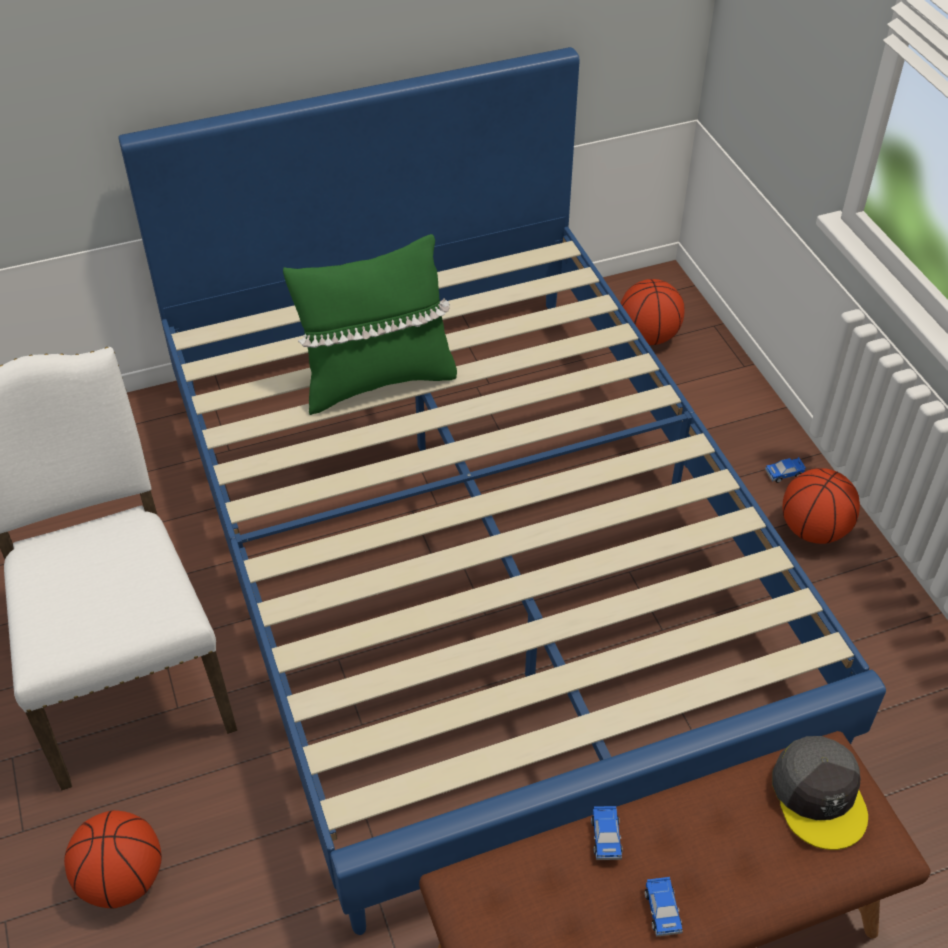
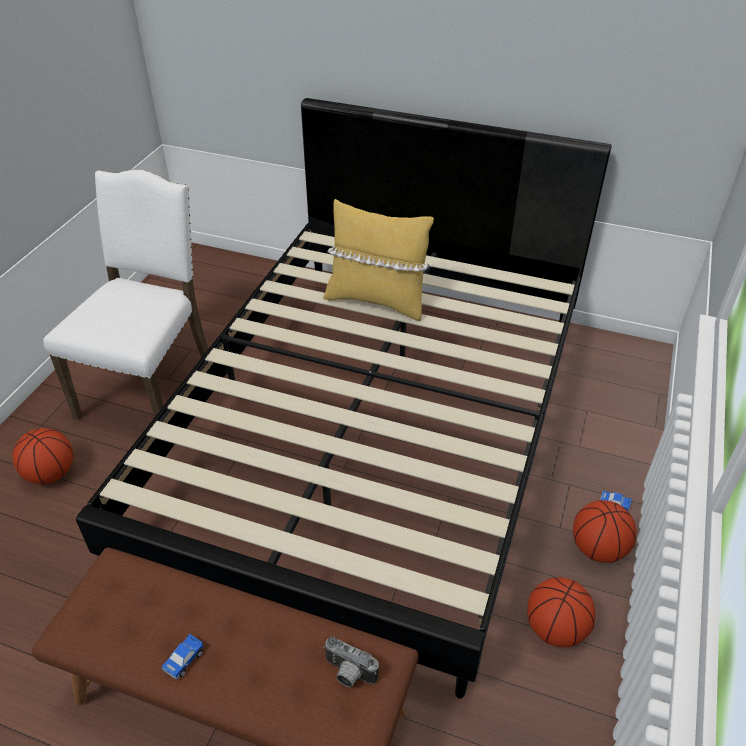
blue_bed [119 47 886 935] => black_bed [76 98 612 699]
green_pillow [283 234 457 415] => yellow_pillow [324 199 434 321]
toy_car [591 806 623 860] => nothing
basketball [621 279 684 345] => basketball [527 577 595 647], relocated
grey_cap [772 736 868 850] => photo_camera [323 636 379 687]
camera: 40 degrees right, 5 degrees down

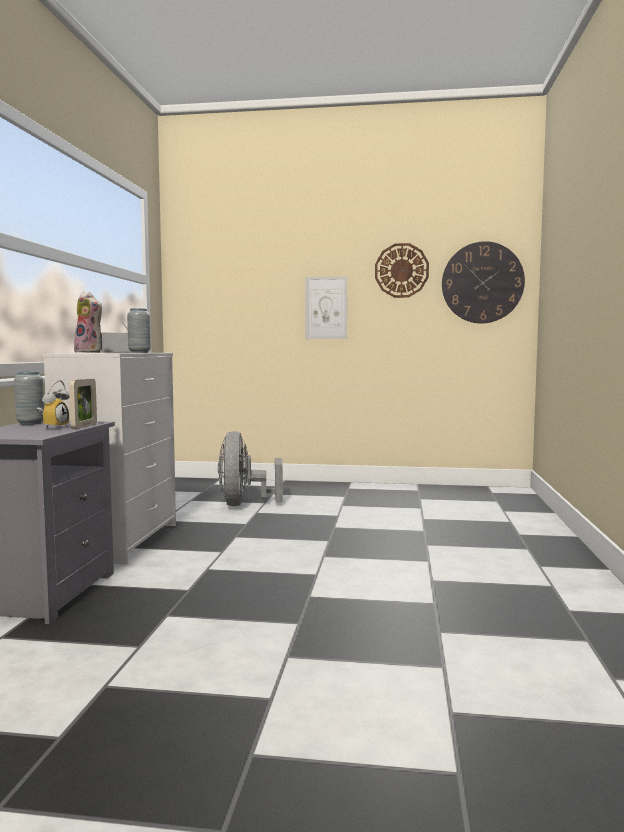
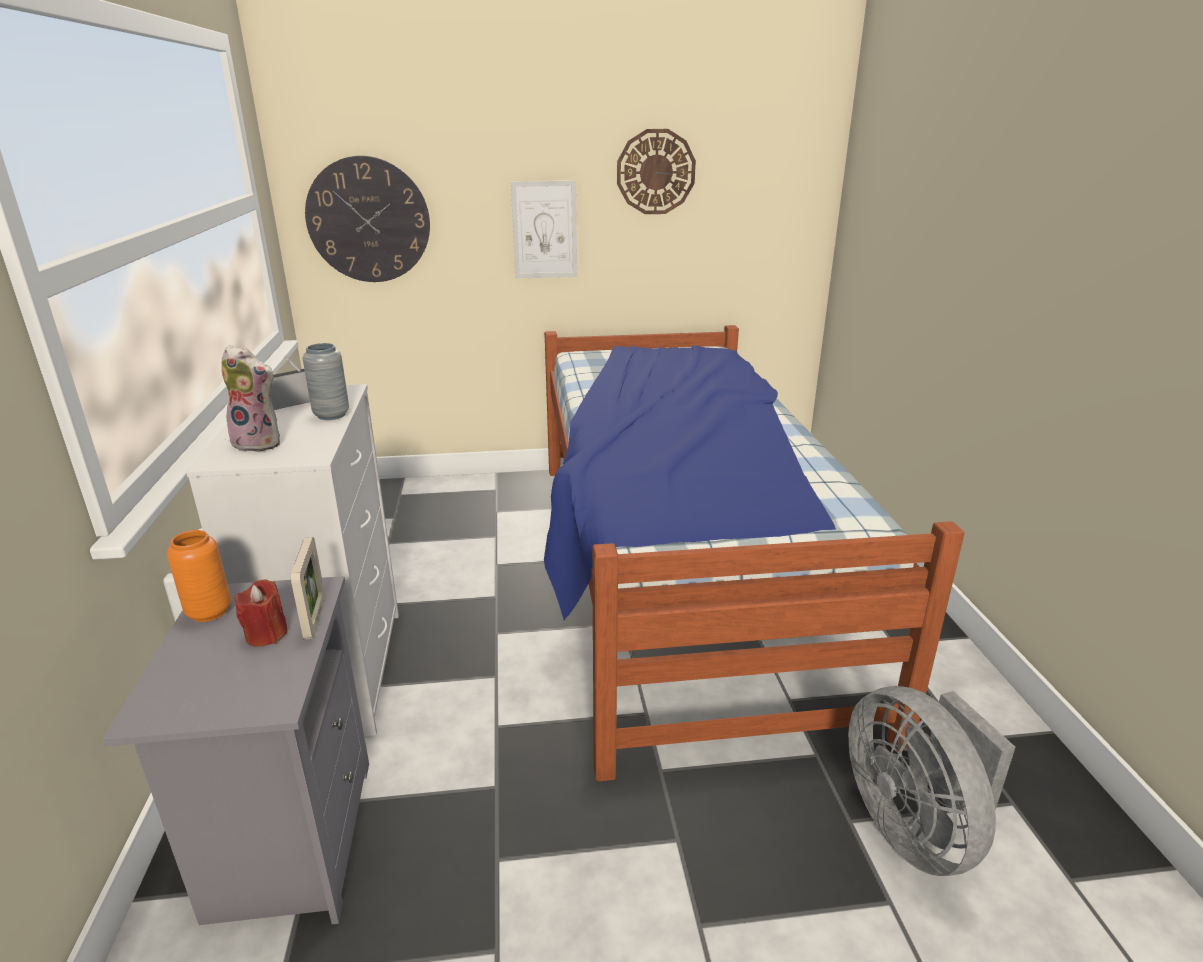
grey_vase [14 371 44 425] => orange_vase [167 530 231 622]
alarm_clock [37 380 69 429] => red_candle [235 579 288 647]
grey_fan [218 431 283 506] => grey_fan [848 686 1015 876], relocated
wall_clock [442 241 525 323] => wall_clock [305 156 430 282], relocated
nothing => bed [544 325 965 782]
camera: 15 degrees left, 20 degrees up

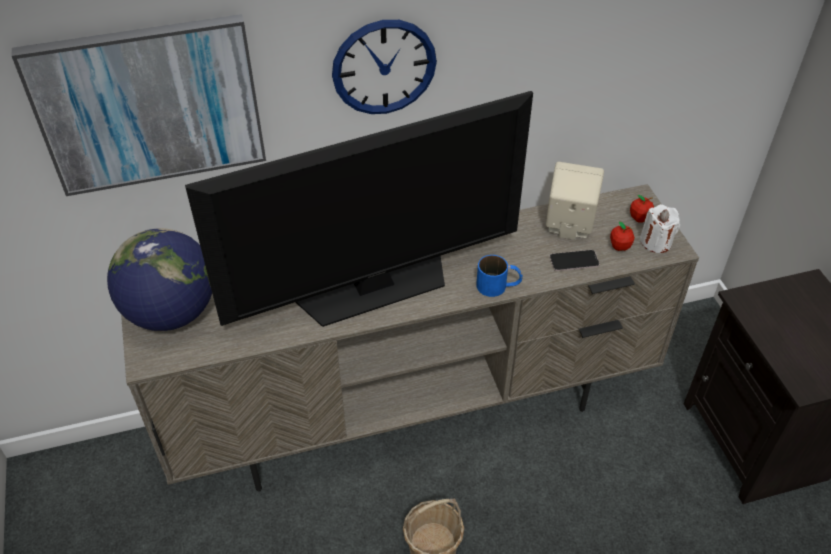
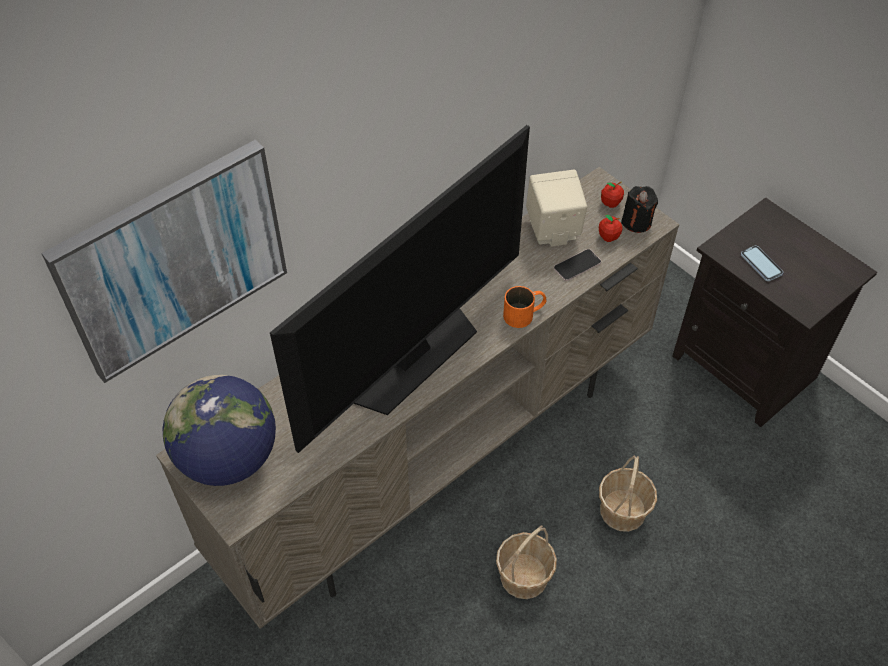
wall_clock [332 20 437 114] => nothing
blue_mug [476 255 523 297] => orange_mug [503 286 547 328]
white_candle [640 204 680 253] => black_candle [621 186 658 233]
nothing => basket [599 456 657 532]
nothing => phone [741 246 783 281]
camera: 25 degrees left, 5 degrees up

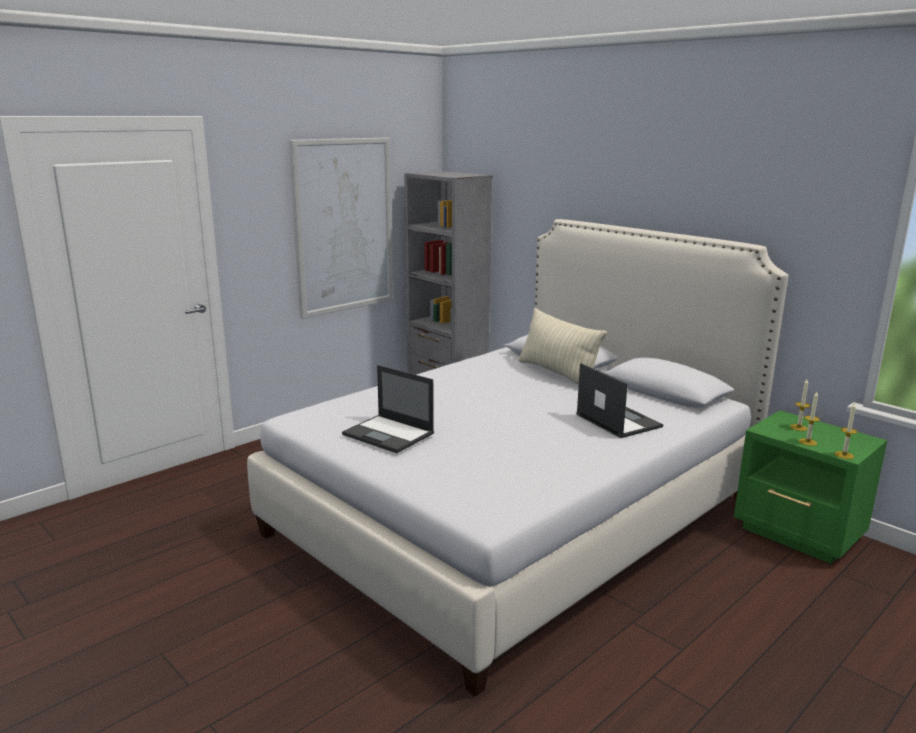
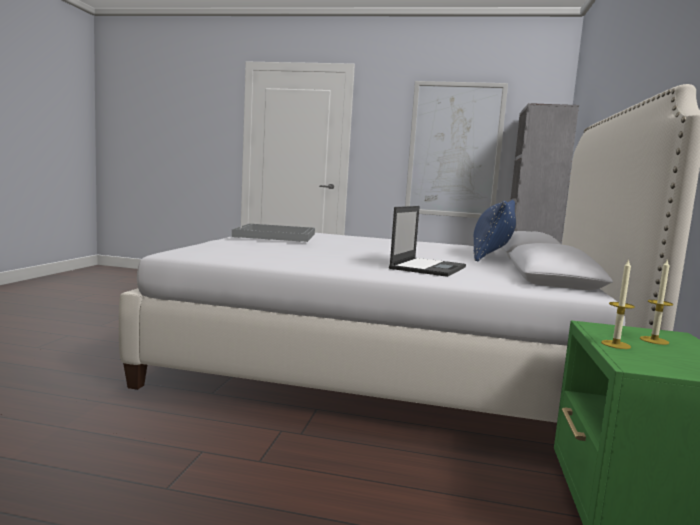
laptop [342 365 434 453] => grey_tray [232 224 315 242]
beige_pillow [518 308 607 385] => blue_pillow [474 200 516 261]
candle [835 403 857 459] => nothing
camera: 55 degrees right, 10 degrees down

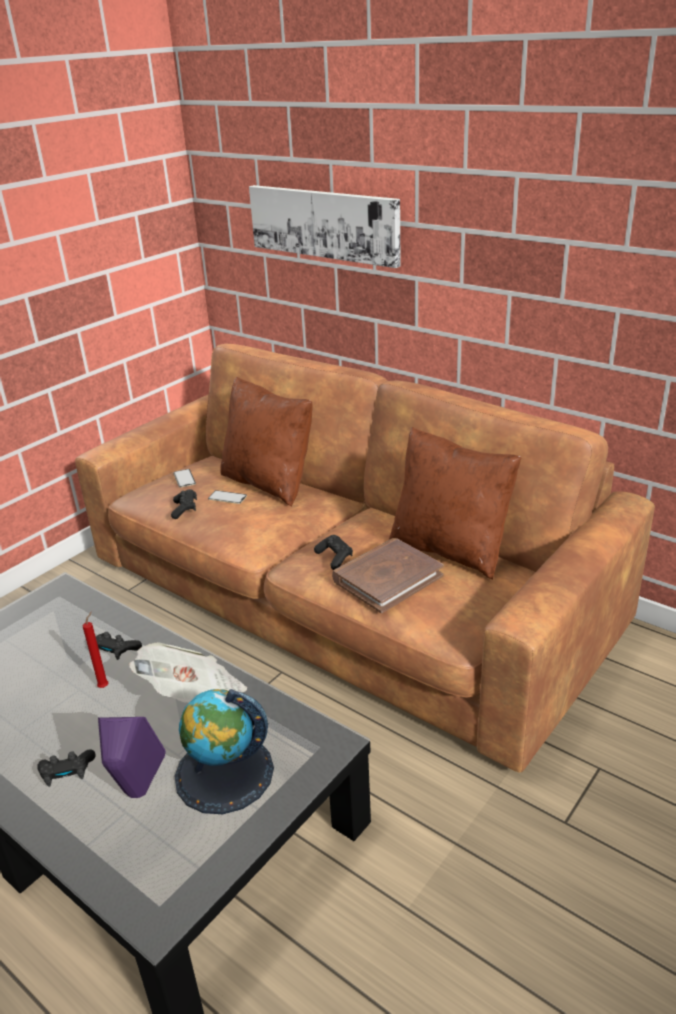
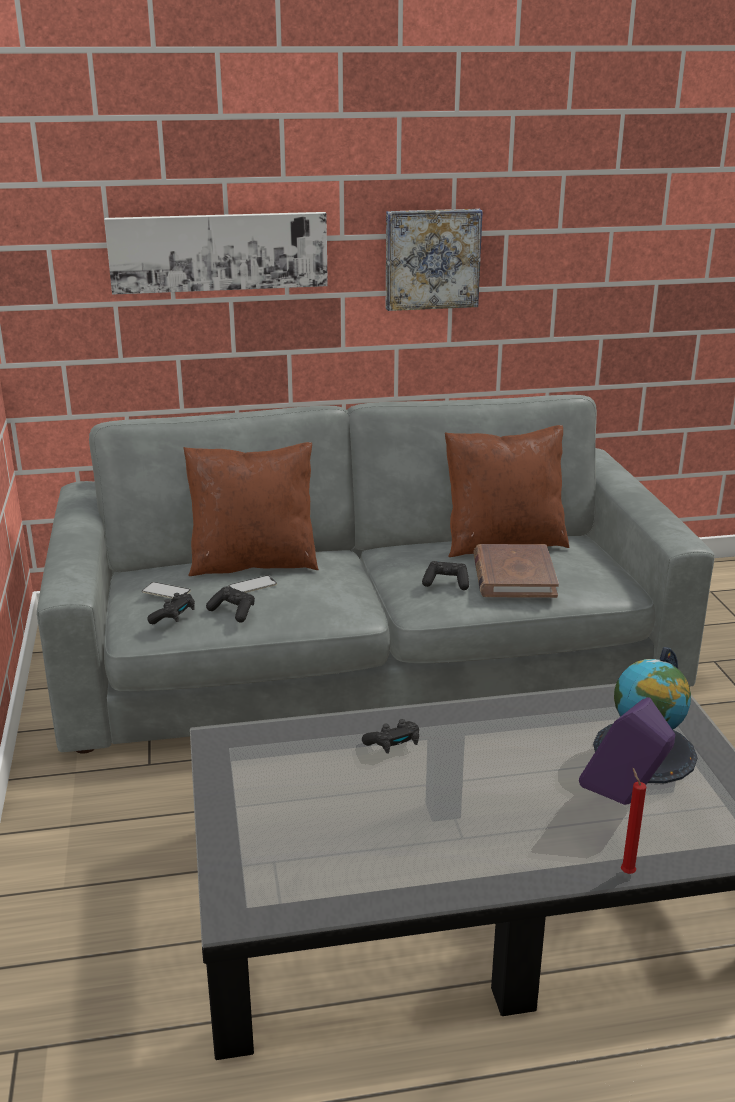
black_game_controller [37 749 96 787] => black_game_controller [147 593 195 624], relocated
brown_sofa [75 344 655 773] => grey_sofa [37 395 715 754]
red_candle [83 612 108 688] => red_candle [621 768 646 874], relocated
newspaper [128 642 247 703] => nothing
nothing => picture [386 209 483 311]
camera: 50 degrees left, 5 degrees down

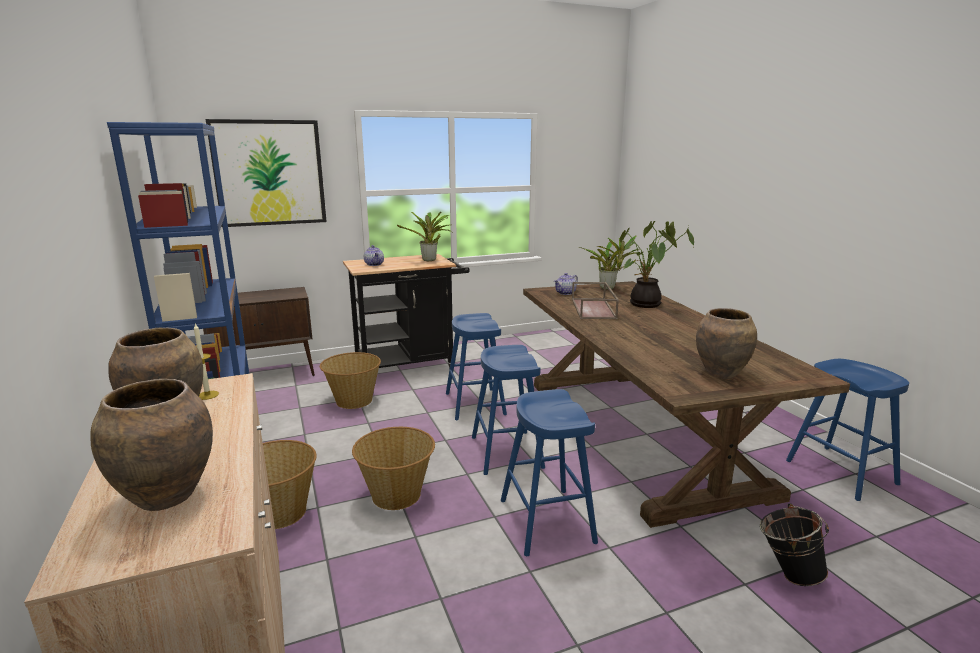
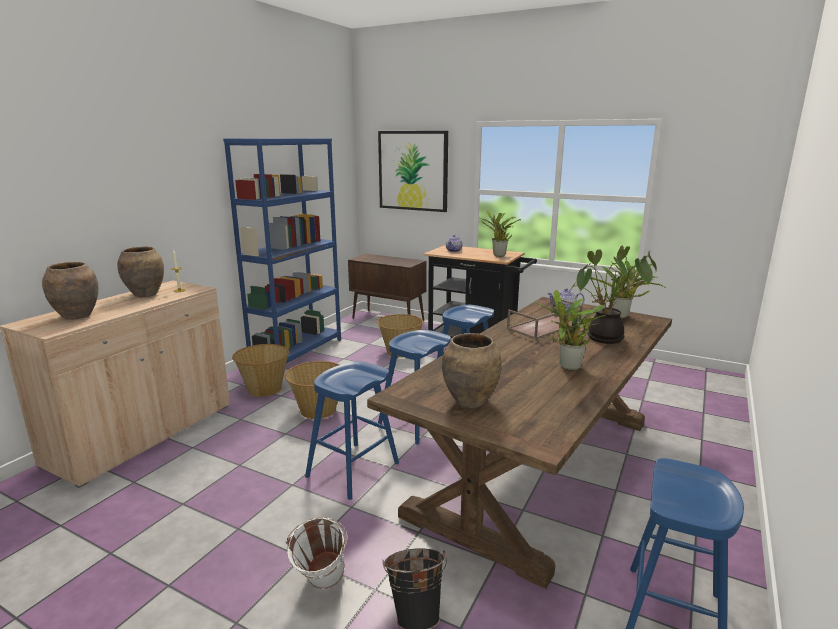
nothing => white_bucket [286 517 348 589]
nothing => potted_plant [535 290 606 370]
camera: 50 degrees right, 0 degrees up

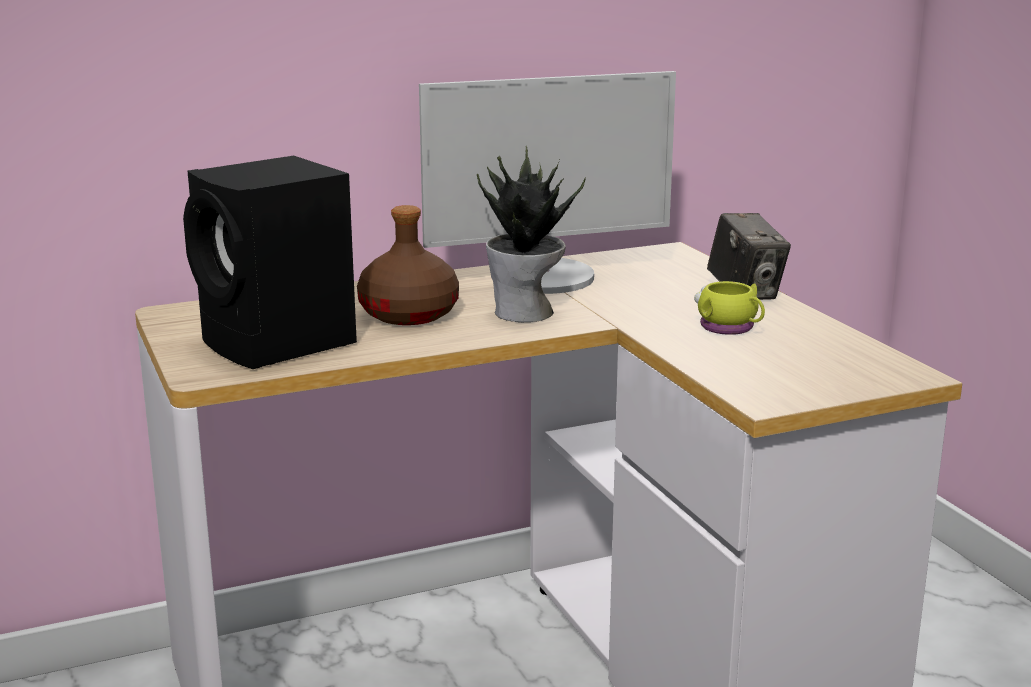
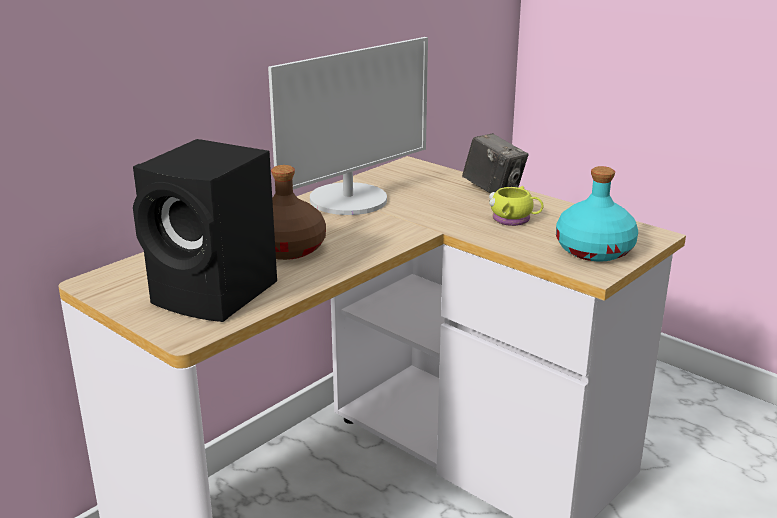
potted_plant [477 146 585 322] => nothing
nothing => turquoise_bottle [556 166 638 261]
camera: 25 degrees left, 5 degrees up

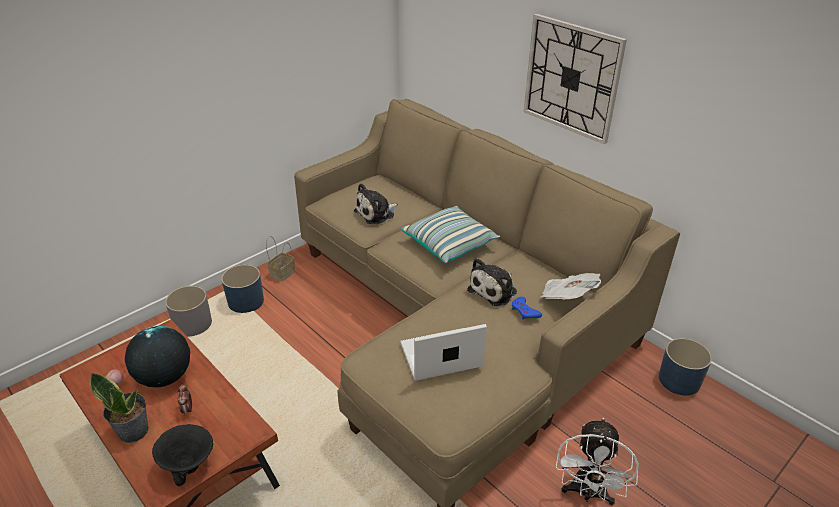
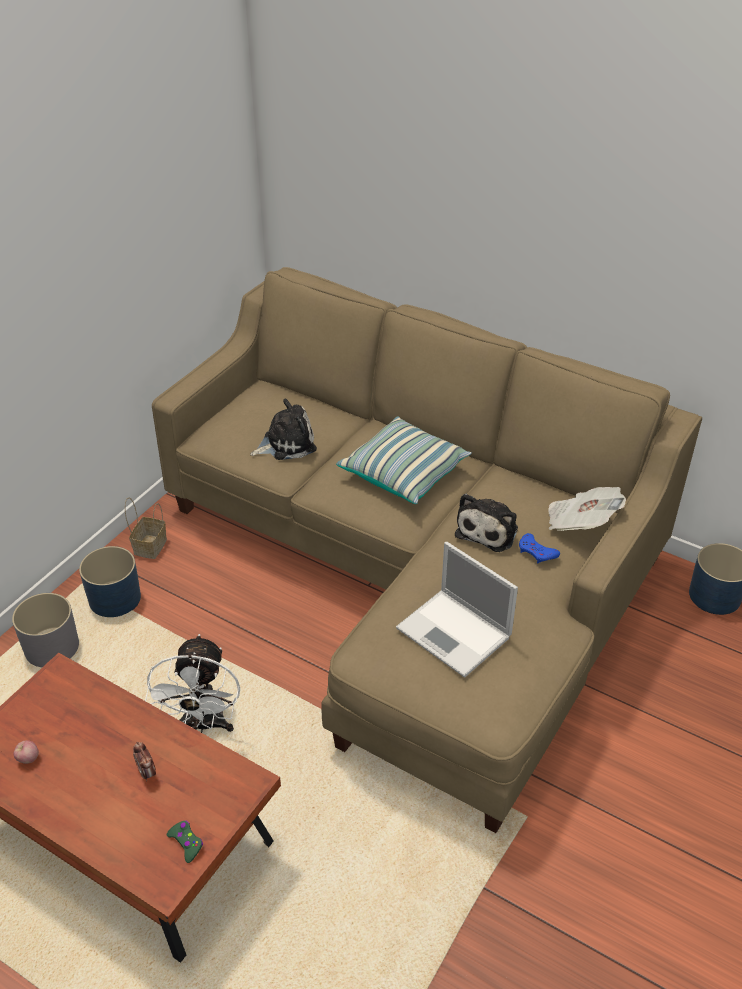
potted_plant [90 373 149 443] => nothing
globe [125 326 190 388] => nothing
black_bowl [152 424 213 486] => green_game_controller [167 820 203 863]
plush_toy [354 183 398 224] => plush_toy [250 398 317 460], 150 degrees counterclockwise
laptop [400 324 487 381] => laptop [396 542 518 678], 105 degrees counterclockwise
wall_clock [524 14 627 144] => nothing
white_fan [556 418 639 505] => white_fan [145 634 240 733], relocated
camera: 15 degrees left, 5 degrees up

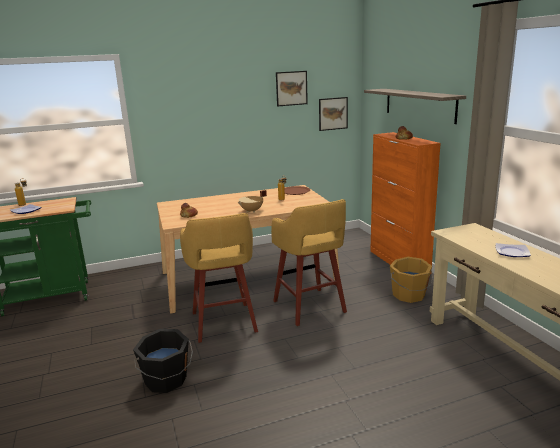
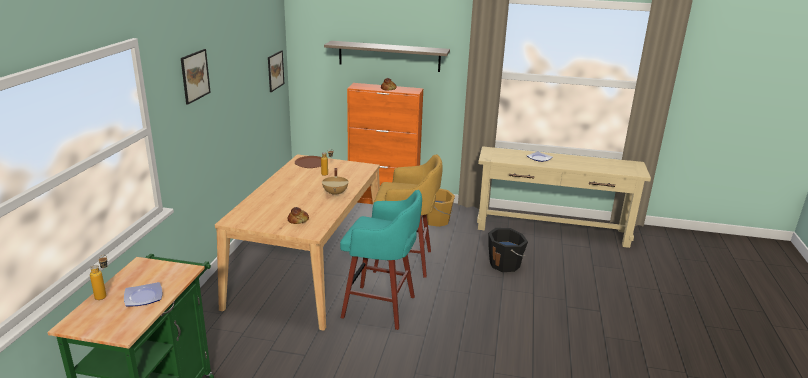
black_bucket [133 329 193 393] => black_bucket [488 228 528 272], relocated
yellow_stool [180 213 258 343] => turquoise_stool [340 190 422 330]
picture [276 71 308 106] => picture [181 49 211 105], relocated
camera: 60 degrees left, 5 degrees up

